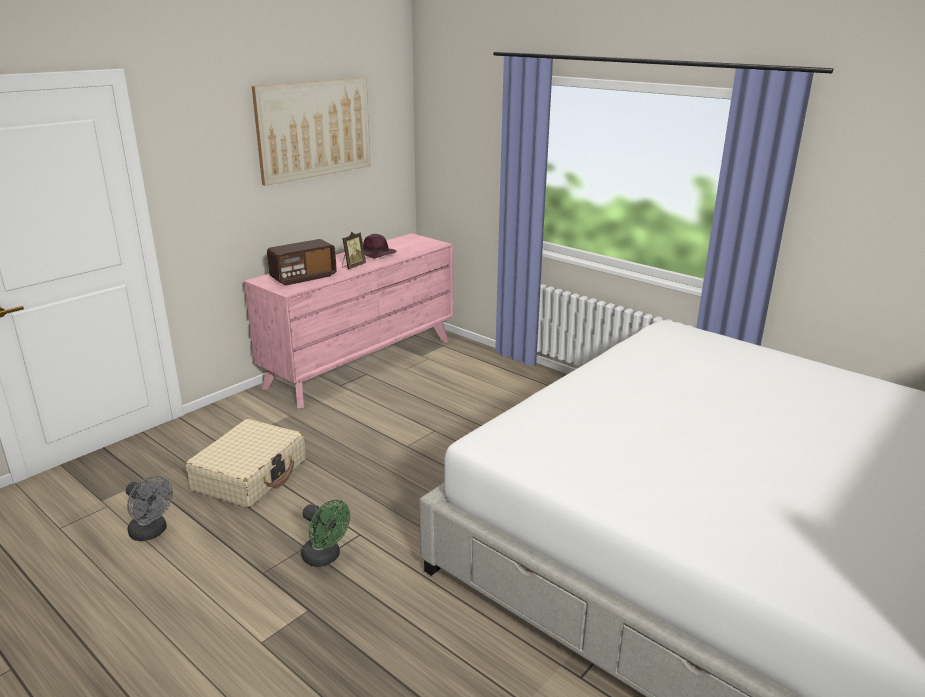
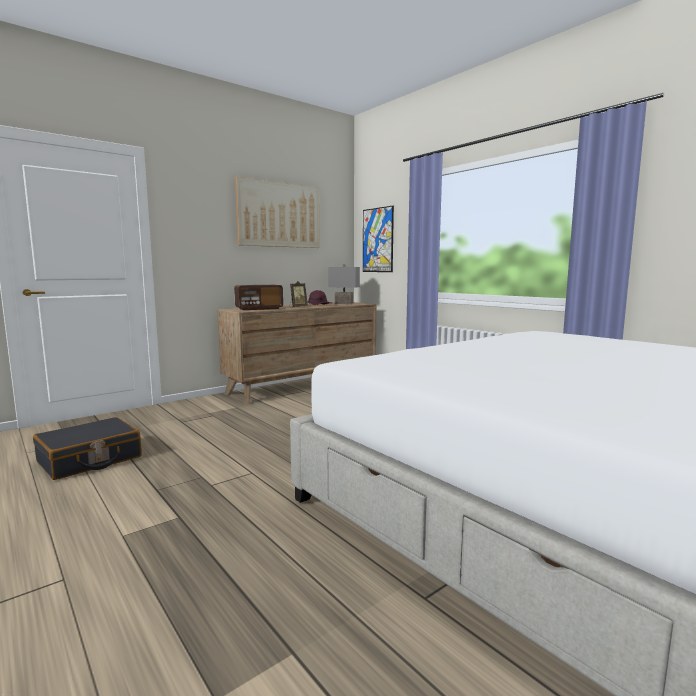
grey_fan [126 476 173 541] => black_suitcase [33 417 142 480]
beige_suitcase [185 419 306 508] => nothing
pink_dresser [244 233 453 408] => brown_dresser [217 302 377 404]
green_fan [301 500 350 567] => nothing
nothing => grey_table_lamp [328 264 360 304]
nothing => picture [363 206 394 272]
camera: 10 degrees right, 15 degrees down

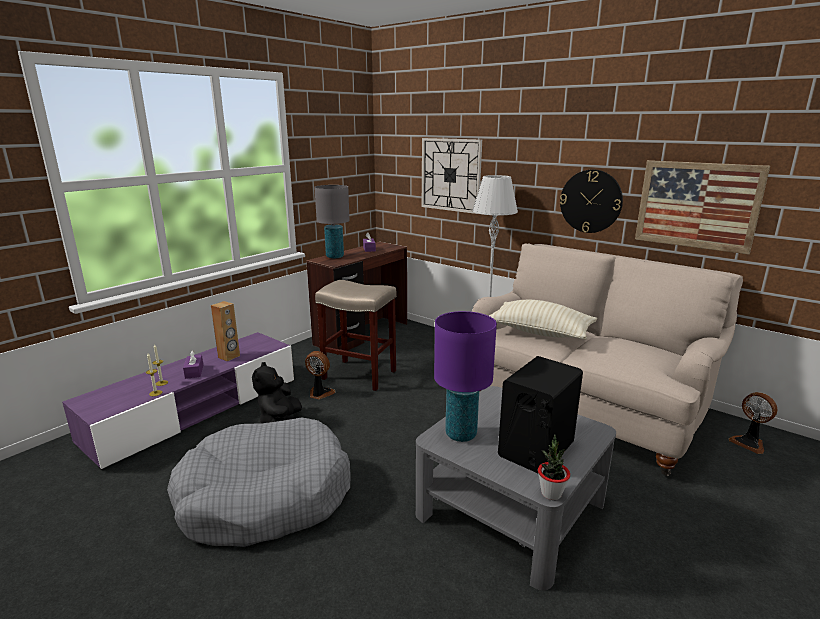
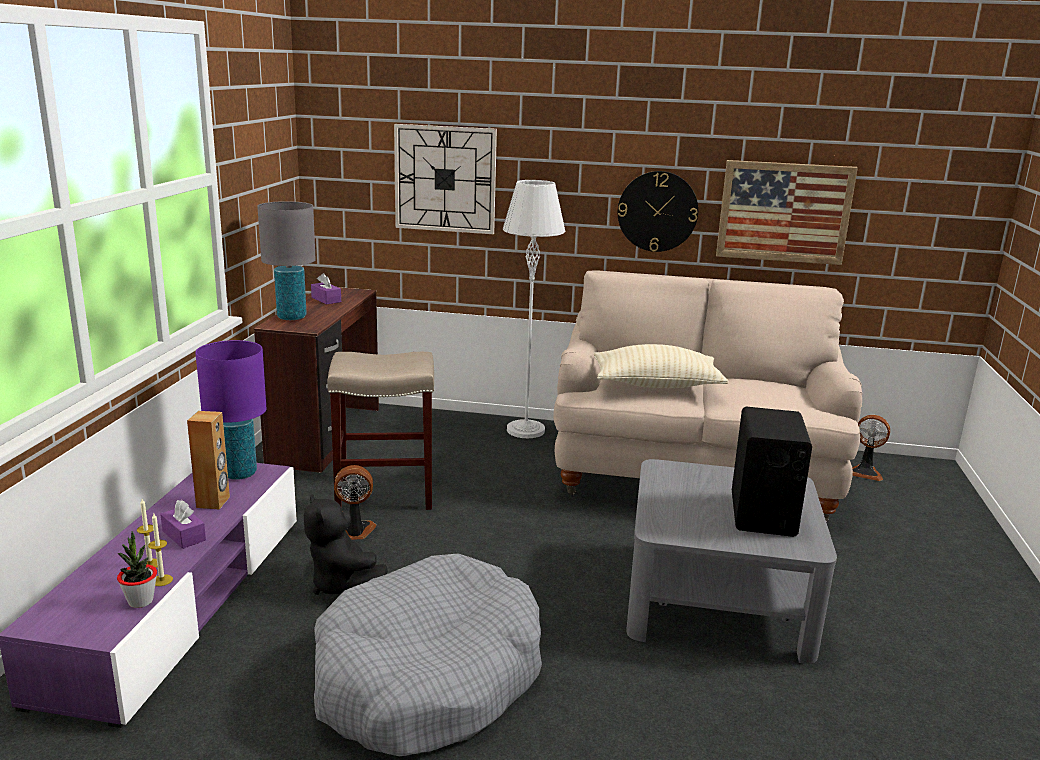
purple_table_lamp [434 311 497 442] => purple_table_lamp [195 340 266 480], relocated
potted_plant [538 435 570 500] => potted_plant [117 531 157 608], relocated
camera: 30 degrees left, 0 degrees up

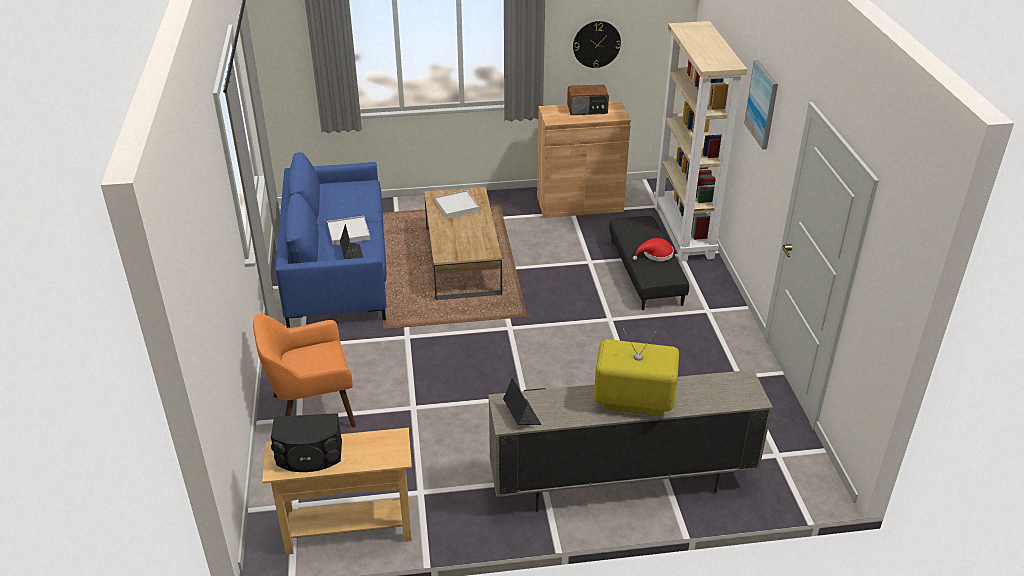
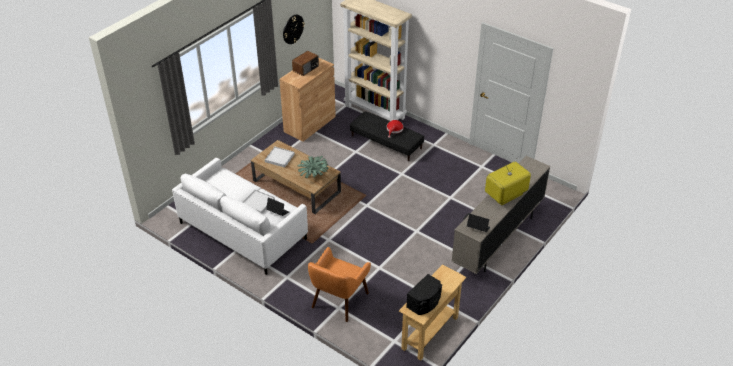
blue_sofa [275 152 387 328] => white_sofa [172 158 308 275]
picture [744 60 778 149] => nothing
nothing => potted_plant [297 156 329 178]
camera: 45 degrees left, 5 degrees up

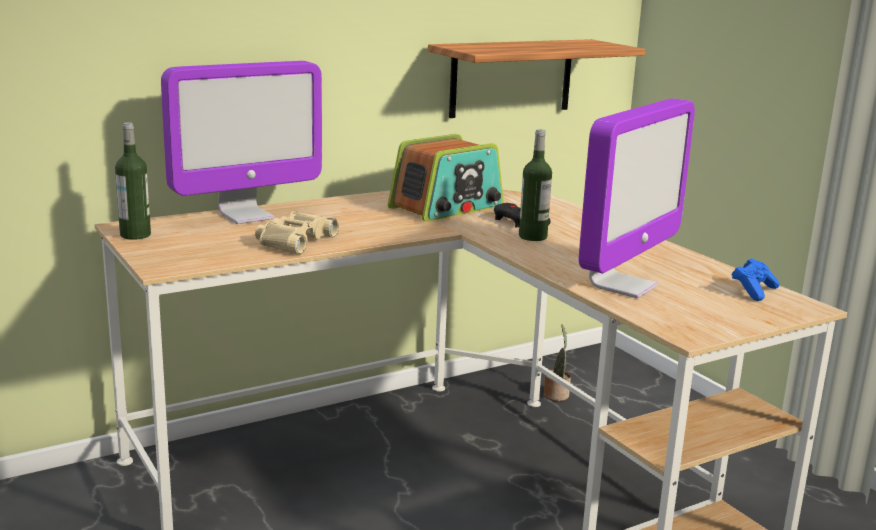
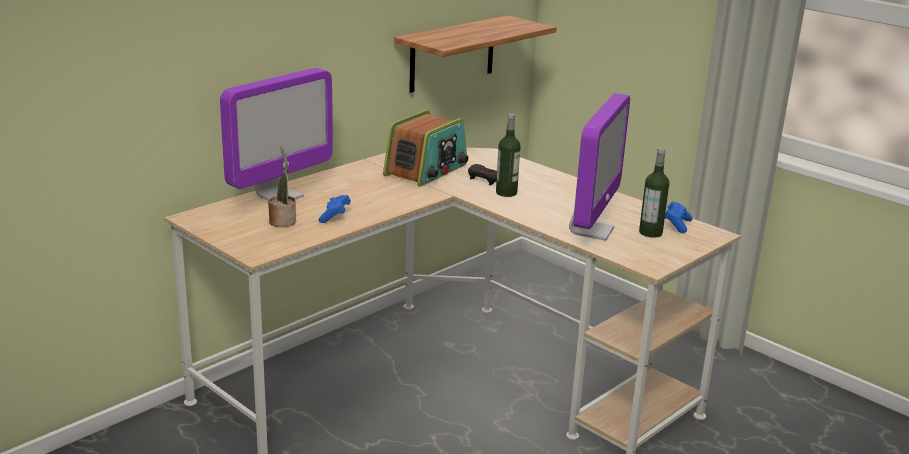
bottle [115 122 151 240] => bottle [639 148 669 238], relocated
beige_binoculars [255 211 339 255] => blue_game_controller [319 195 351 223]
potted_plant [544 324 571 401] => potted_plant [268 146 296 227], relocated
camera: 15 degrees left, 5 degrees up

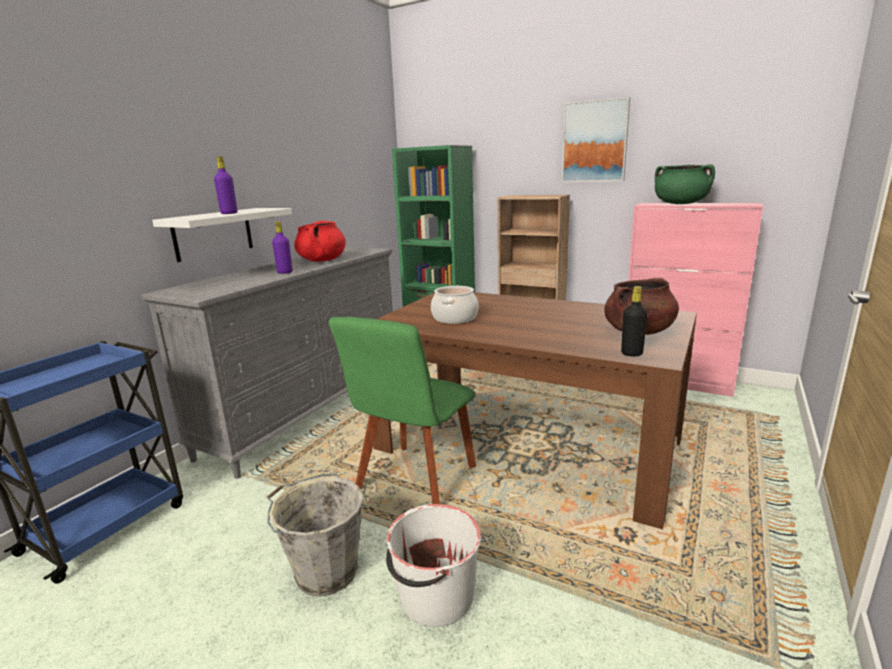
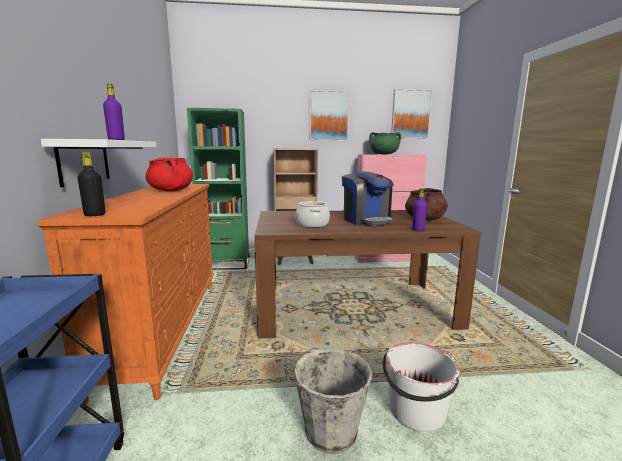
grey_dresser [141 247 393 479] => orange_dresser [37 184 214 404]
purple_bottle [272 221 293 274] => purple_bottle [412 188 427 231], relocated
green_chair [329 317 476 504] => nothing
black_bottle [621 286 647 357] => black_bottle [77 152 105 216], relocated
nothing => coffee_machine [342 172 395 226]
nothing => picture [391 89 432 139]
camera: 35 degrees left, 5 degrees down

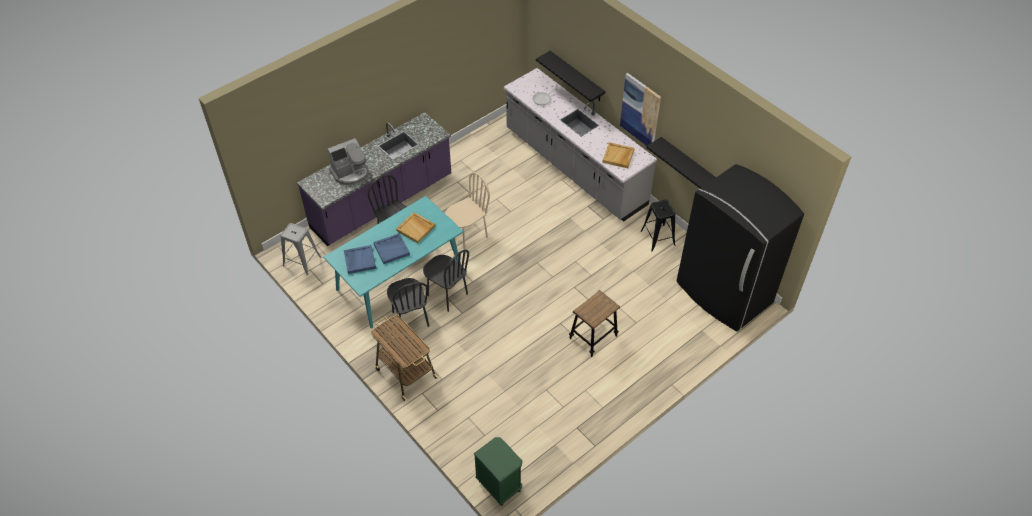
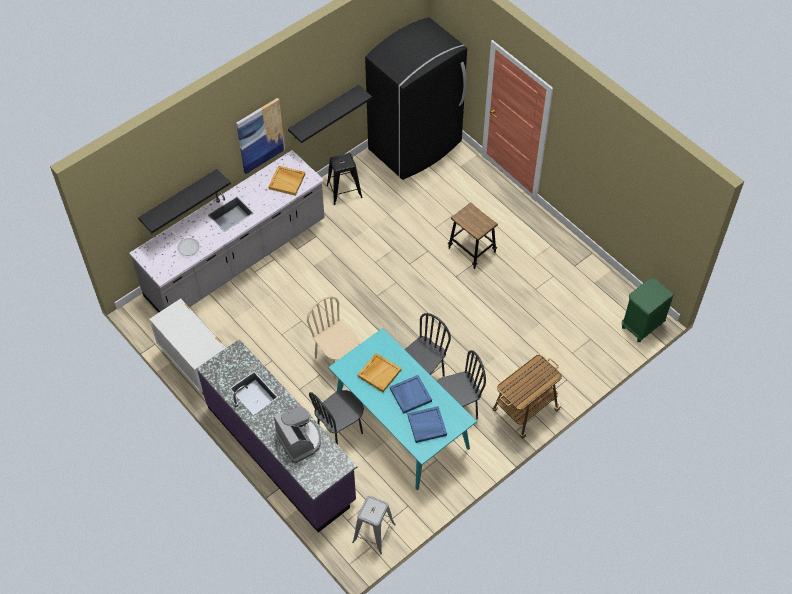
nothing => white_dresser [149 298 226 395]
camera: 90 degrees left, 5 degrees up

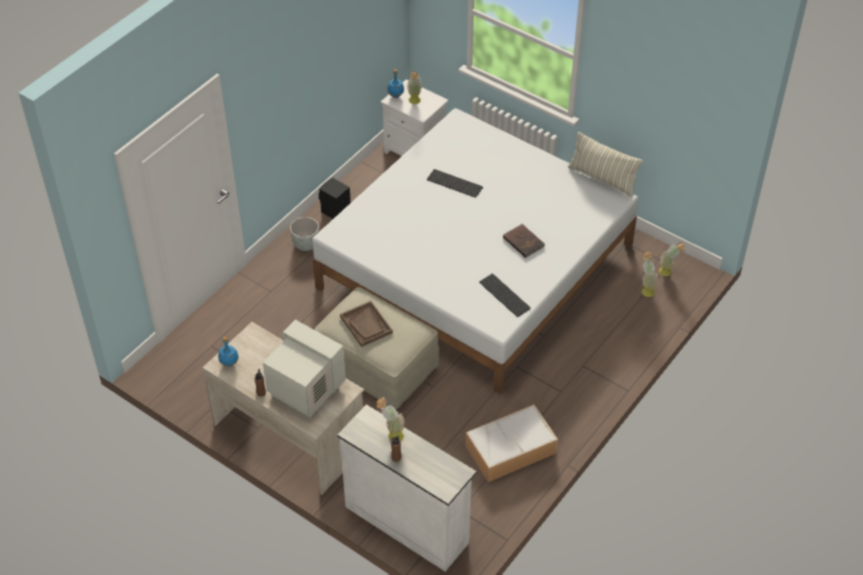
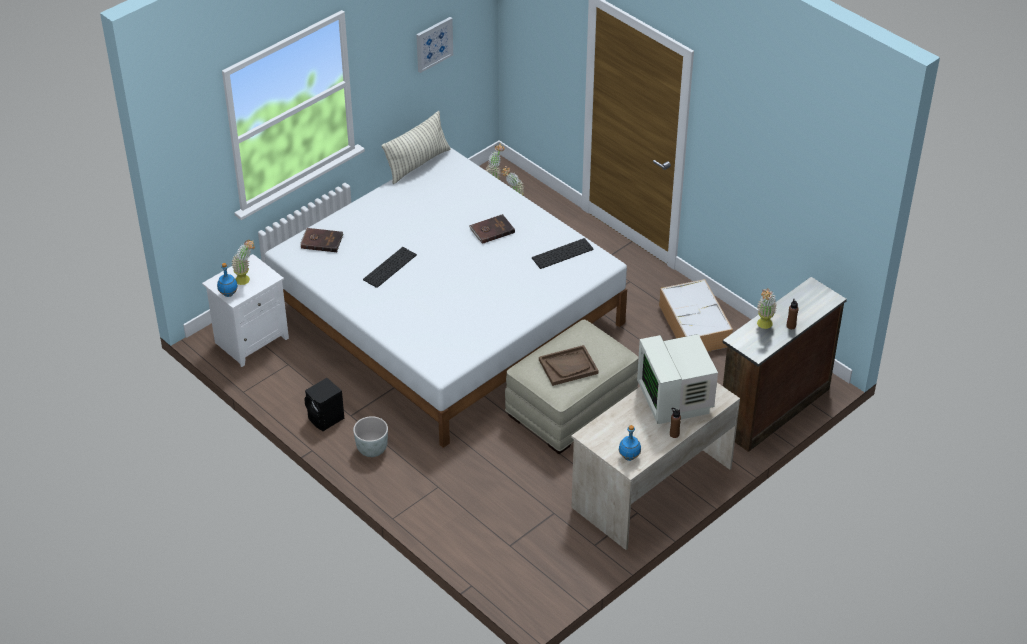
monitor [263 320 346 417] => monitor [637 334 718 424], 60 degrees counterclockwise
white_dresser [337 404 477 572] => brown_dresser [723 277 847 452]
nothing => brown_book [300 228 344 252]
nothing => picture [416 17 453 73]
camera: 80 degrees left, 5 degrees down

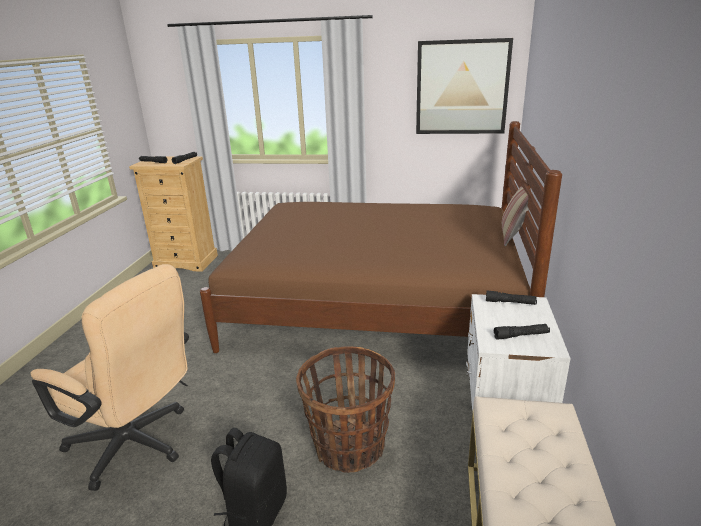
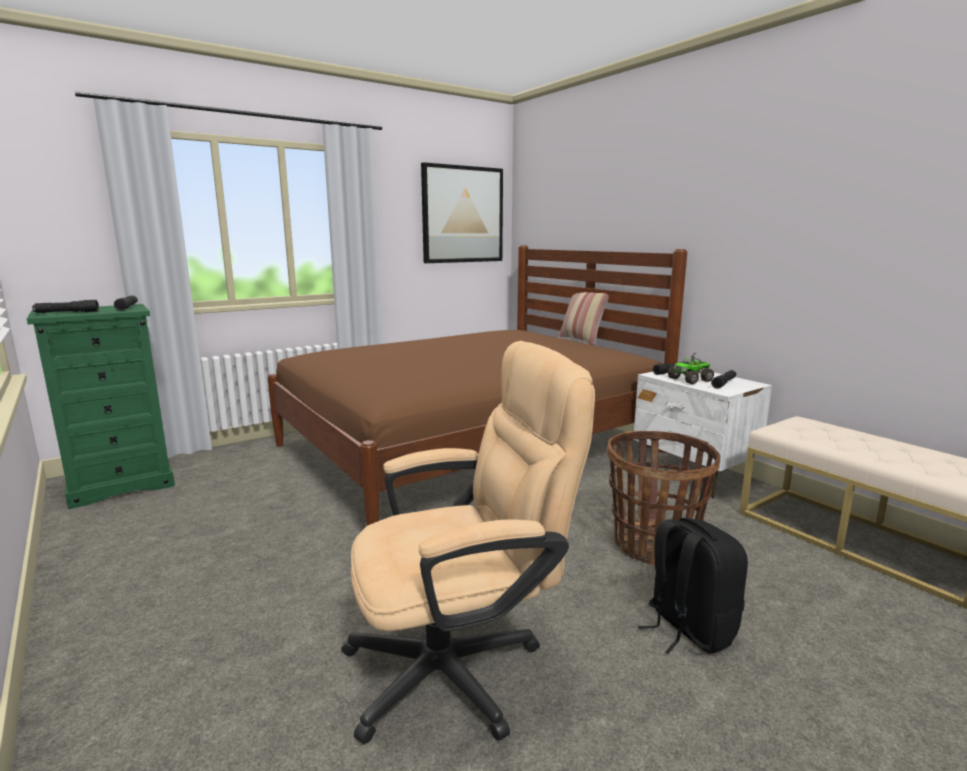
beige_dresser [129 156 218 272] => green_dresser [27 304 175 509]
nothing => toy_truck [668 353 714 384]
camera: 45 degrees left, 10 degrees down

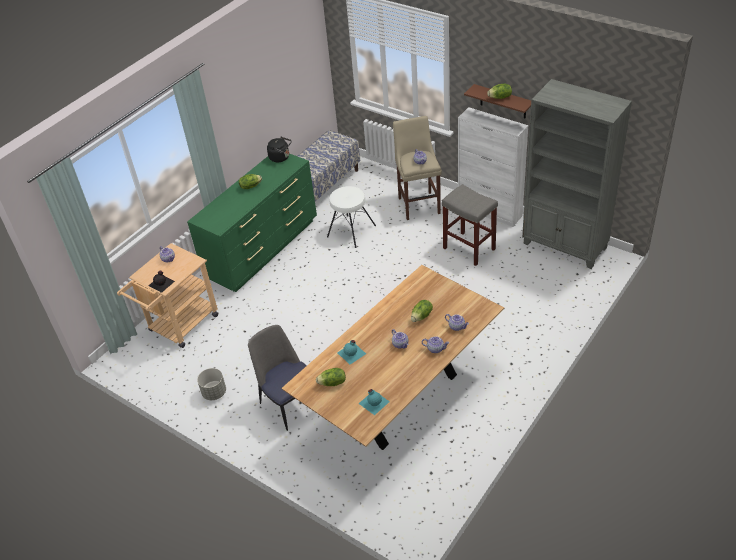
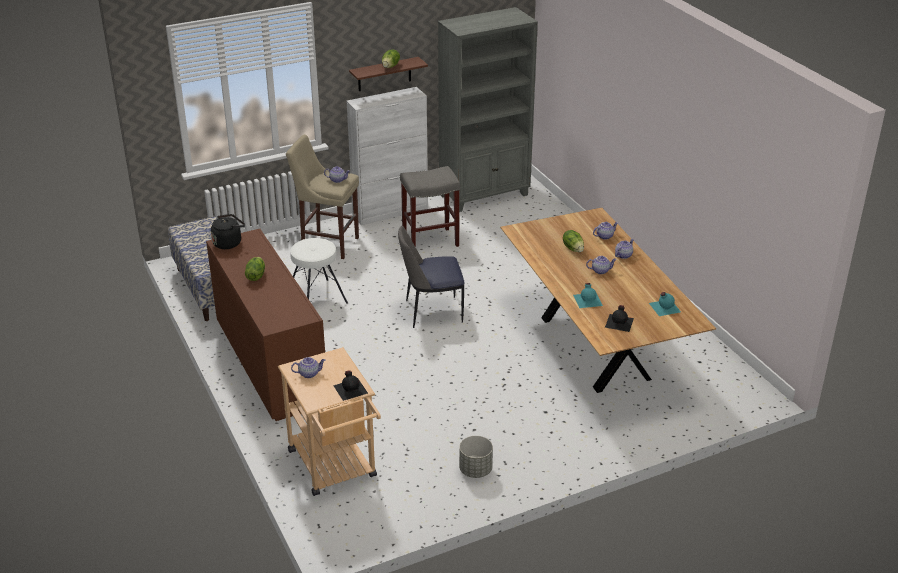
green_dresser [187 153 317 292] => brown_dresser [206 229 325 421]
chair [248 325 307 431] => chair [398 226 464 328], relocated
lettuce [316 368 346 386] => black_bottle [605 305 634 332]
camera: 65 degrees left, 10 degrees down

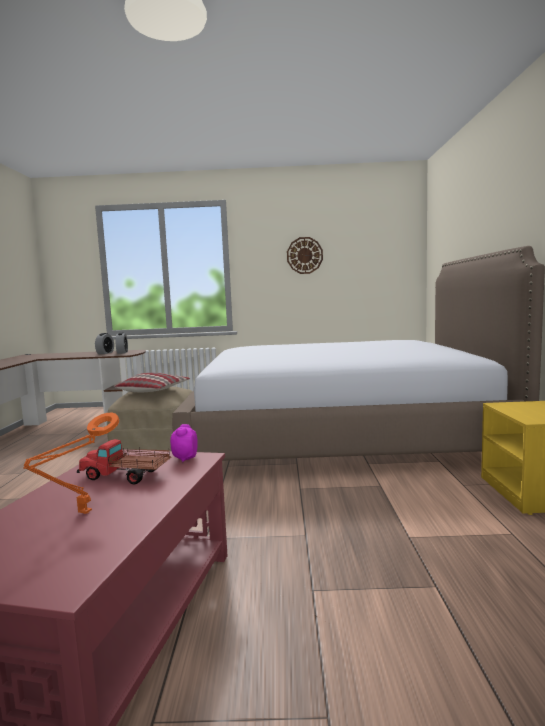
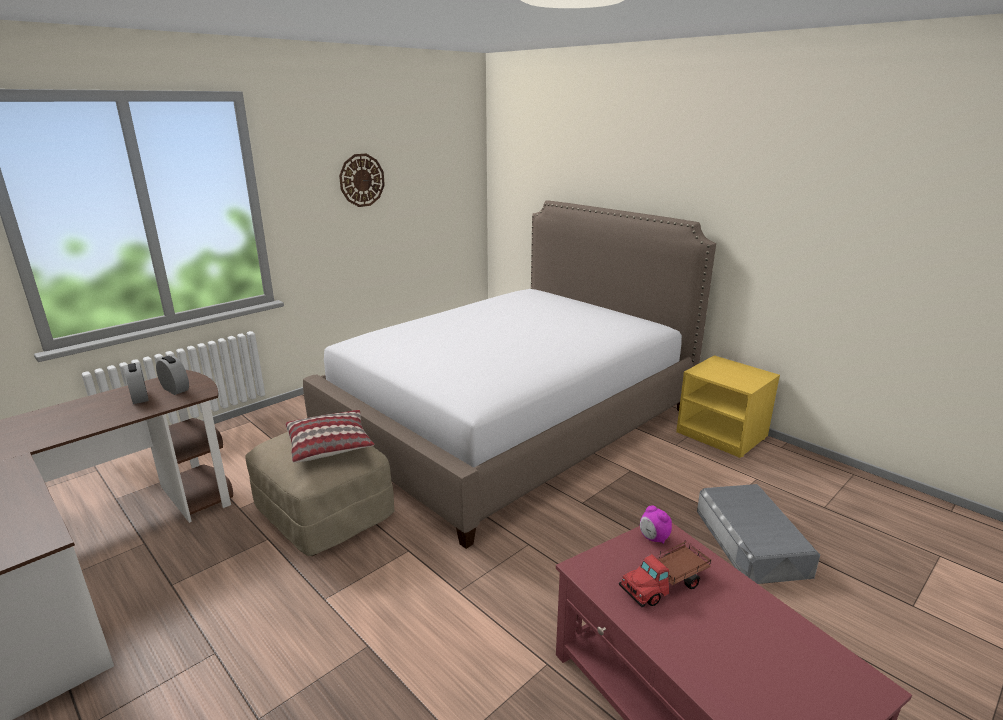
orange_table_lamp [23 412 119 514] => nothing
nothing => grey_storage_box [697 484 820 584]
camera: 45 degrees left, 15 degrees up

